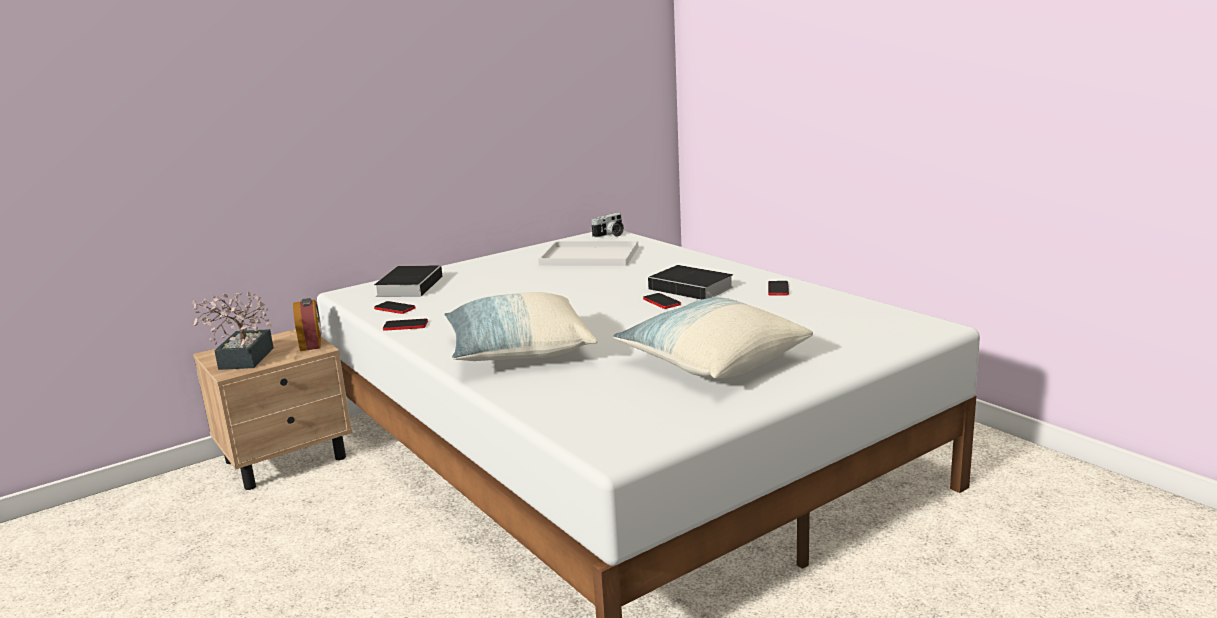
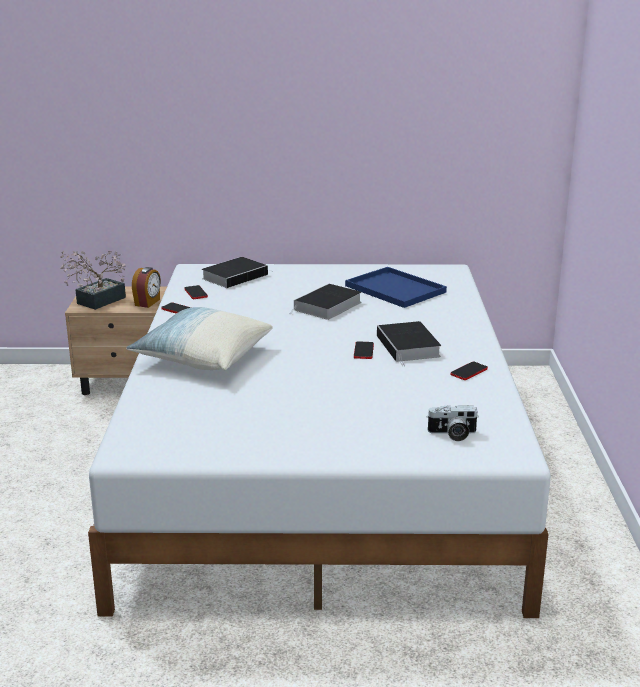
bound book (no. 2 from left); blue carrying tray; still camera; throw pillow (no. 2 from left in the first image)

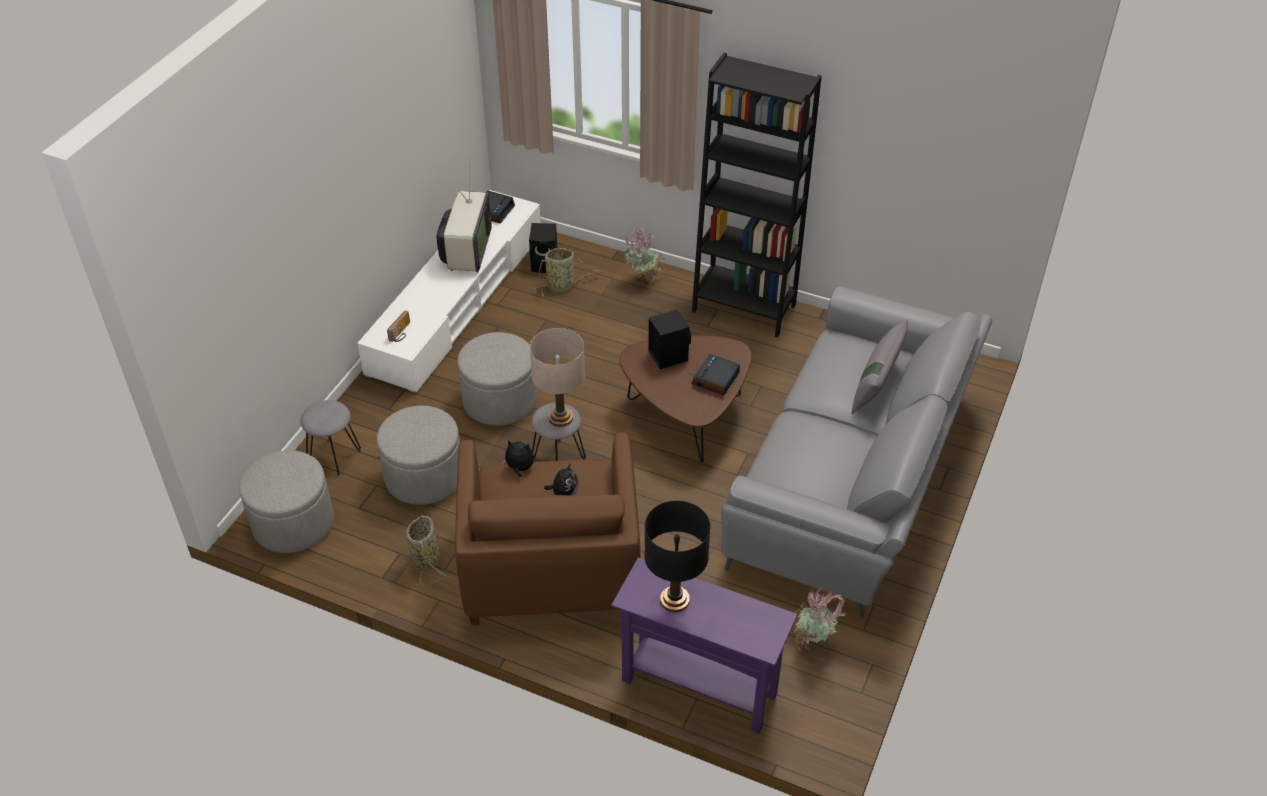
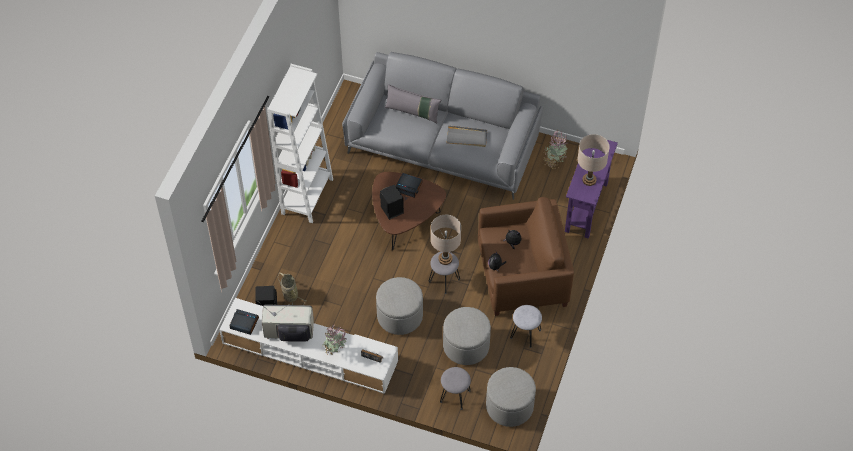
whitish bookshelf; potted plant (no. 1 from left); greyish carrying tray; greyish sitting stool (no. 3 from left); beige-coloured table lamp (no. 2 from left)

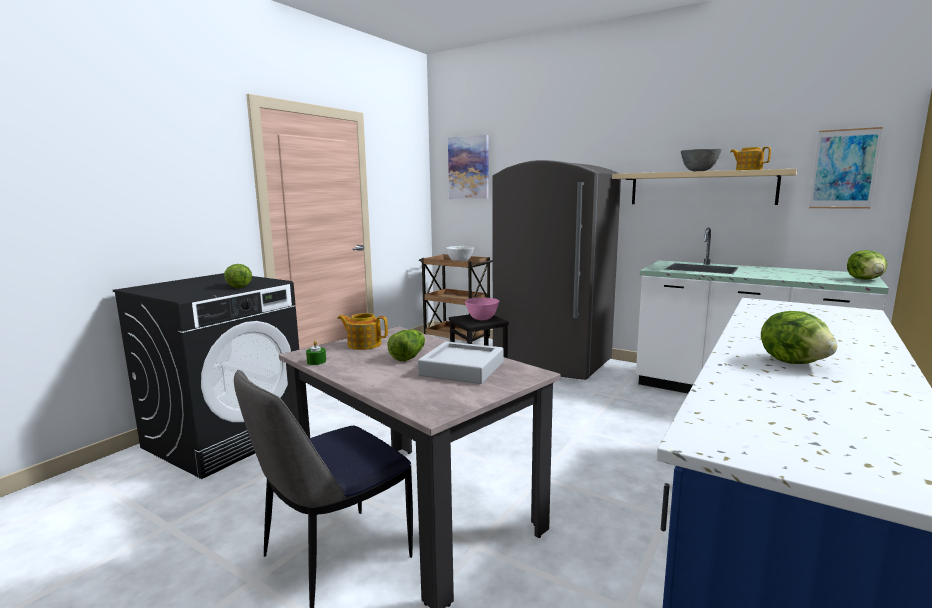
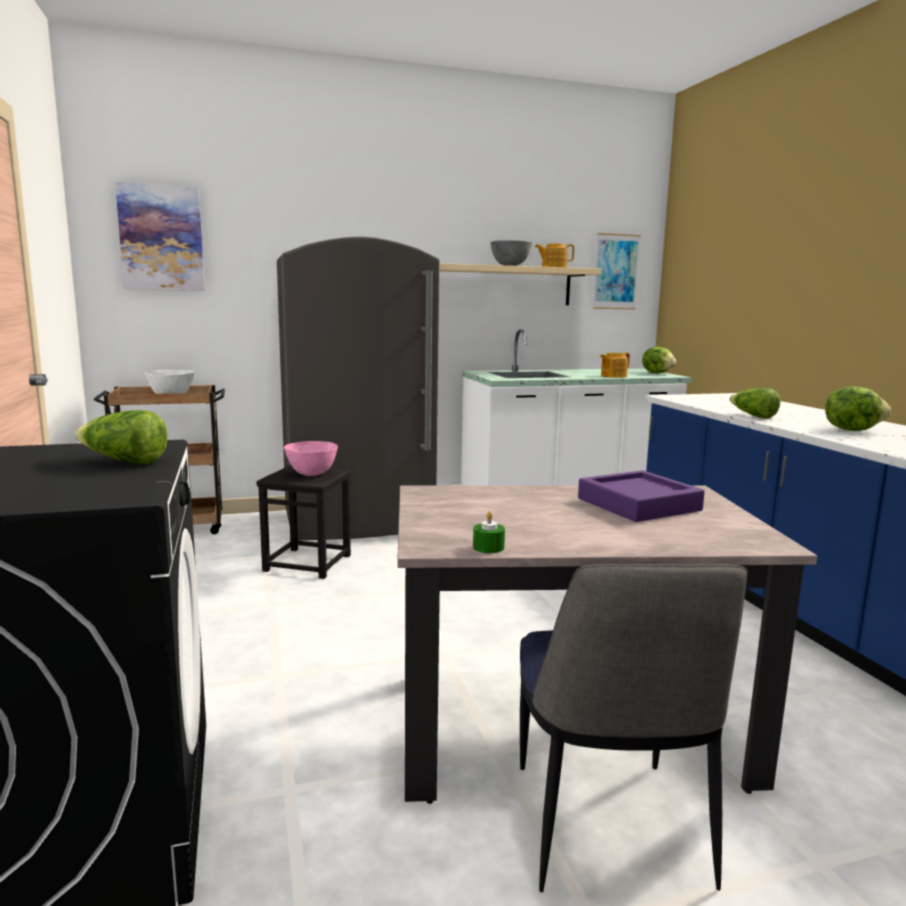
purple-coloured carrying tray; pot for tea (no. 2 from left); lettuce (no. 3 from left)

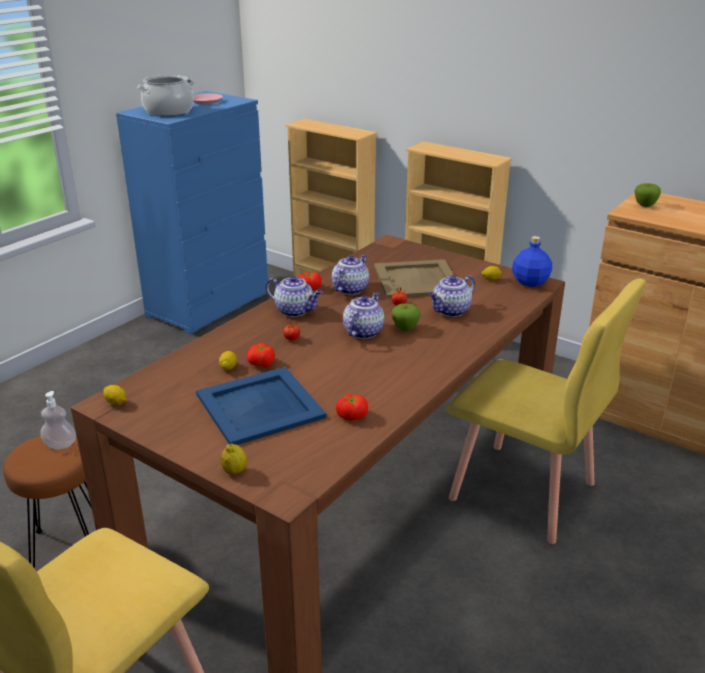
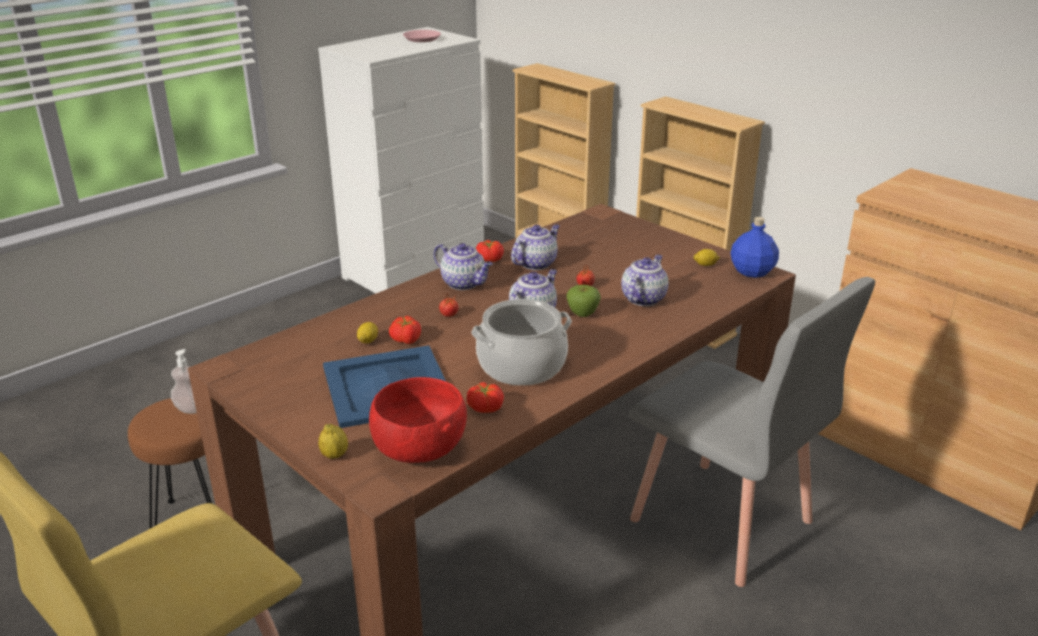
whitish dresser; red deep dish; saucepot; pot for tea (no. 4 from left); greyish plain chair; citrus fruit (no. 1 from left in the first image); beige-coloured carrying tray; whole apple (no. 2 from left in the first image)

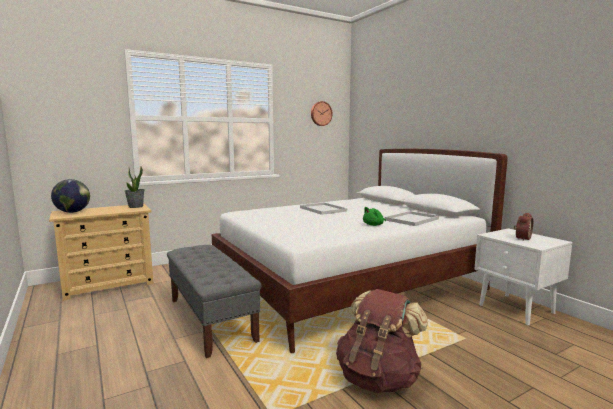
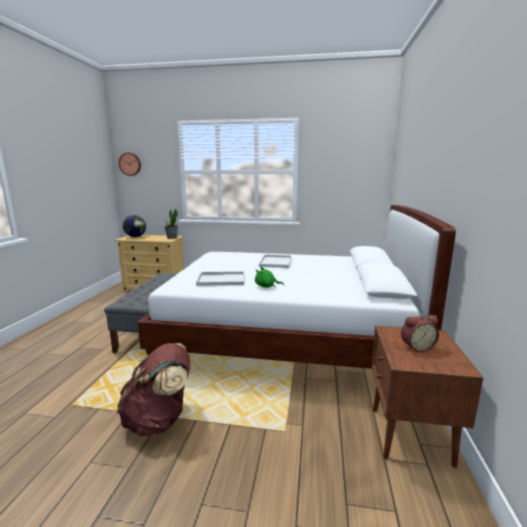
clock on the wall; whitish carrying tray (no. 1 from left); brown nightstand

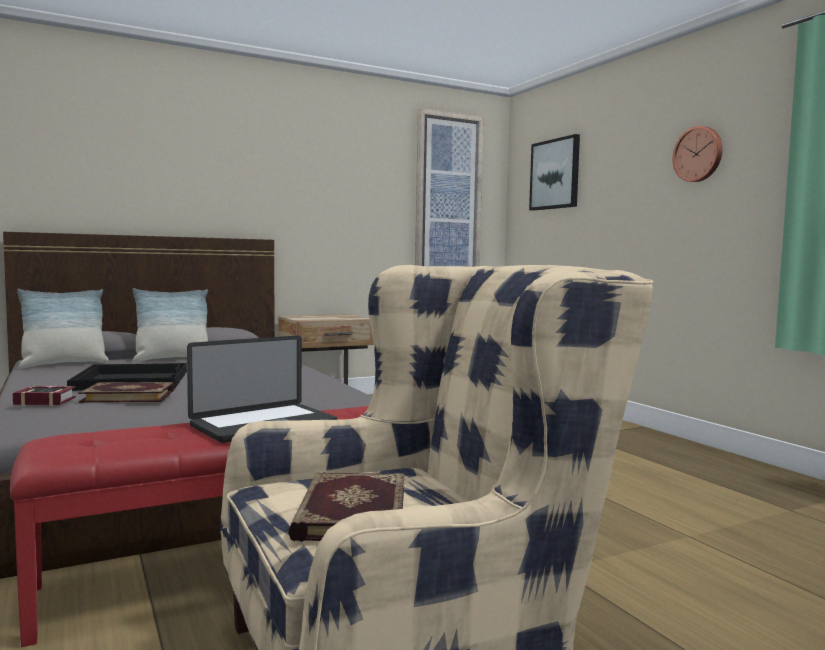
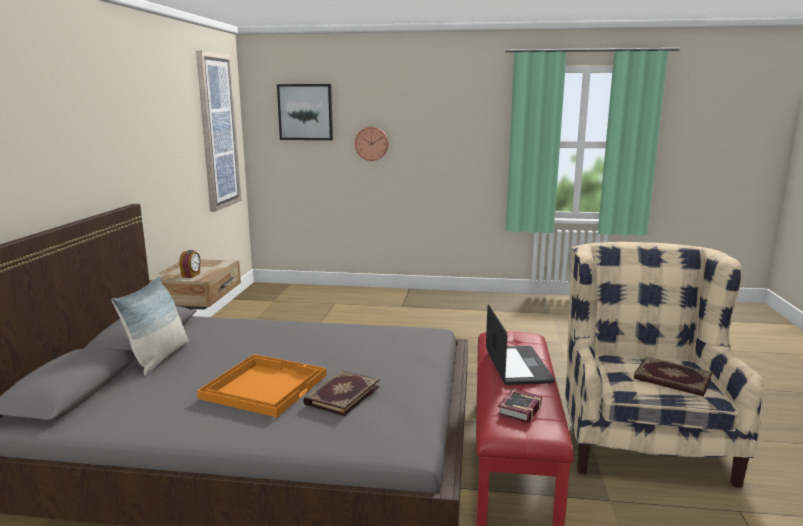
bedside clock; orange-coloured carrying tray; clock on the wall; bound book (no. 2 from left); throw pillow (no. 1 from left in the first image)

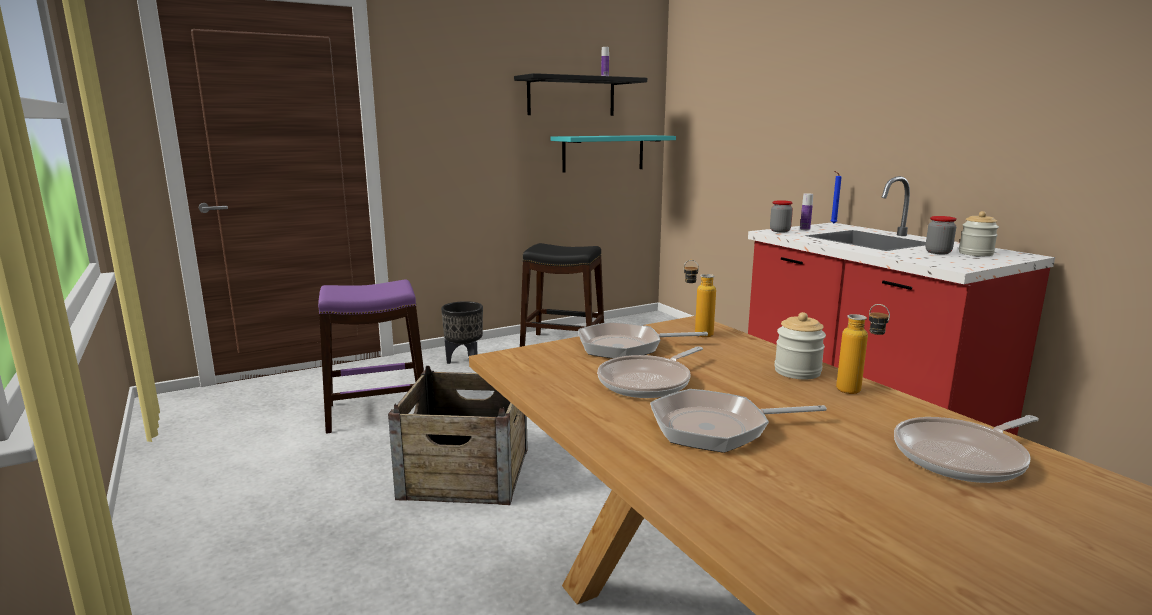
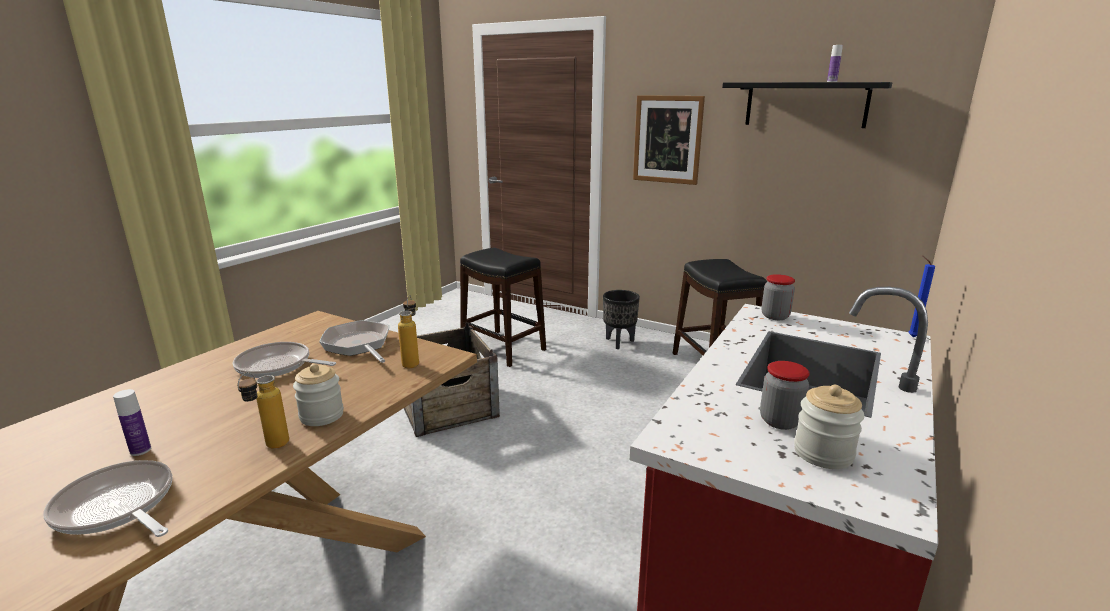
drink bottle (no. 1 from left); black-coloured sitting stool (no. 1 from left); wall picture; turquoise-coloured wall shelf; frying pan (no. 3 from left in the first image)

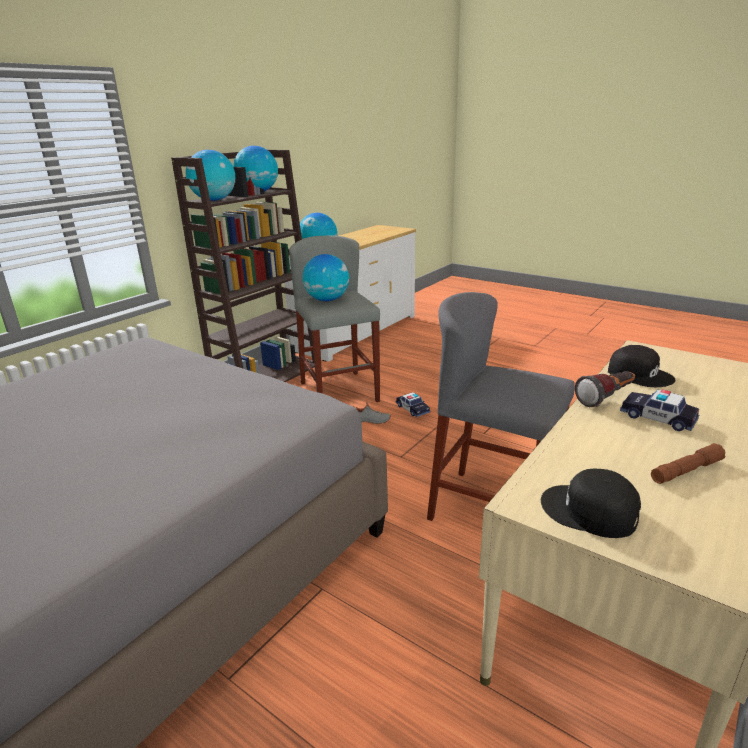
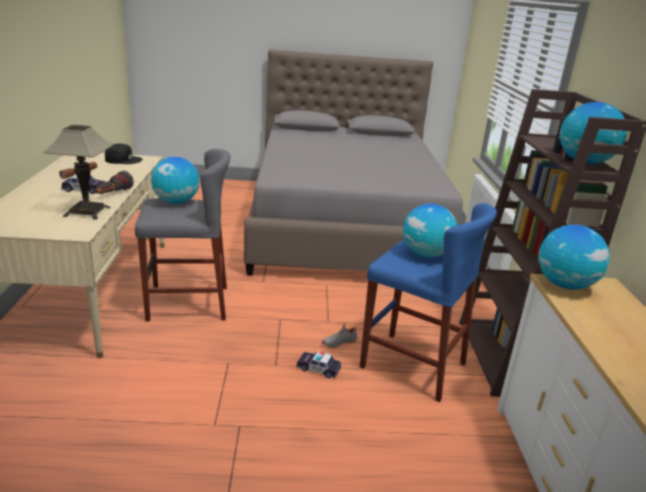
table lamp; desk globe (no. 1 from left); blue sitting stool

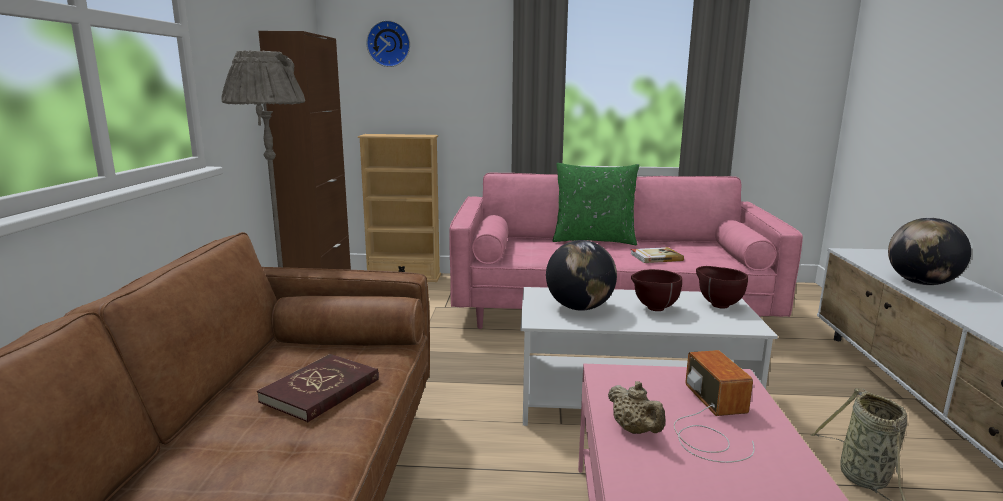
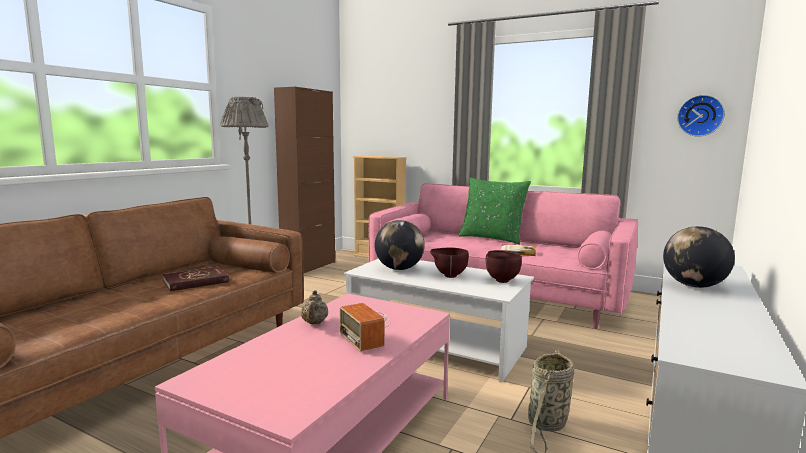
radio set; clock on the wall

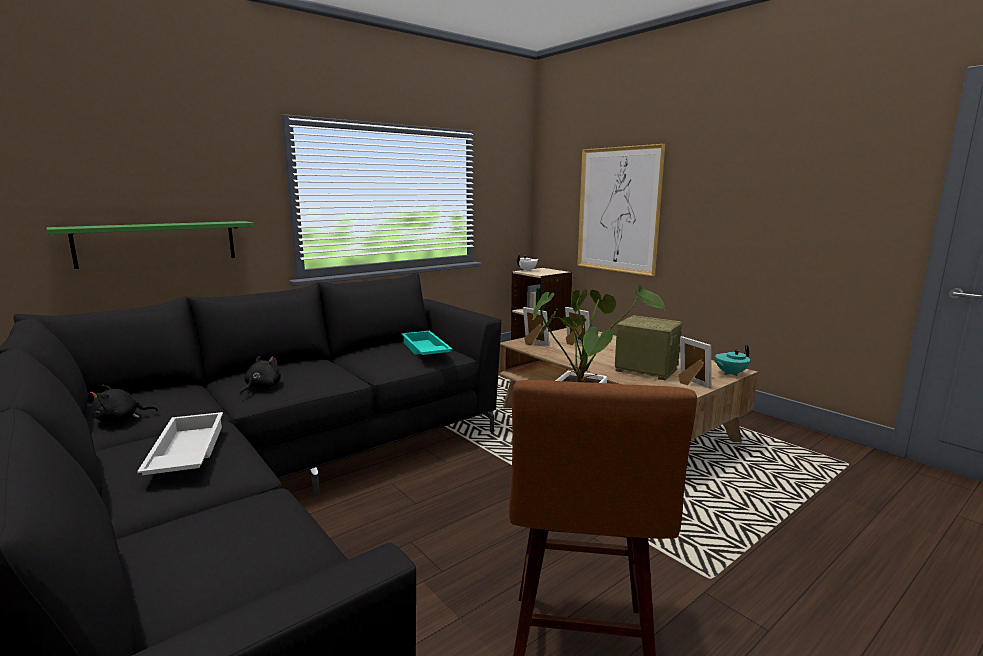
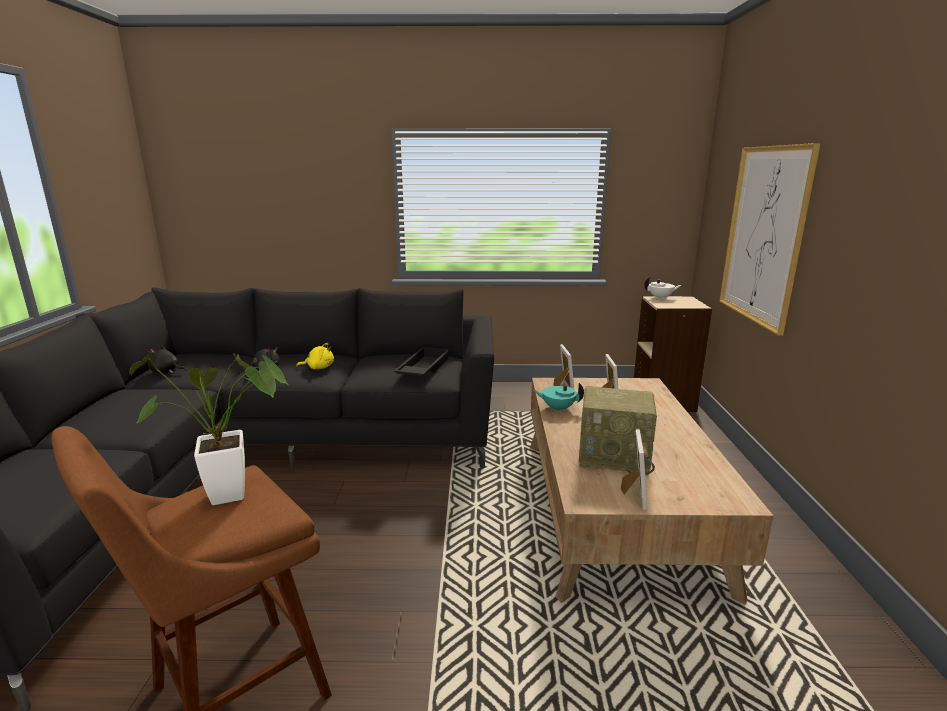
yellow soft toy; black-coloured carrying tray; turquoise-coloured pot for tea; radio set; green-coloured wall shelf; whitish carrying tray

